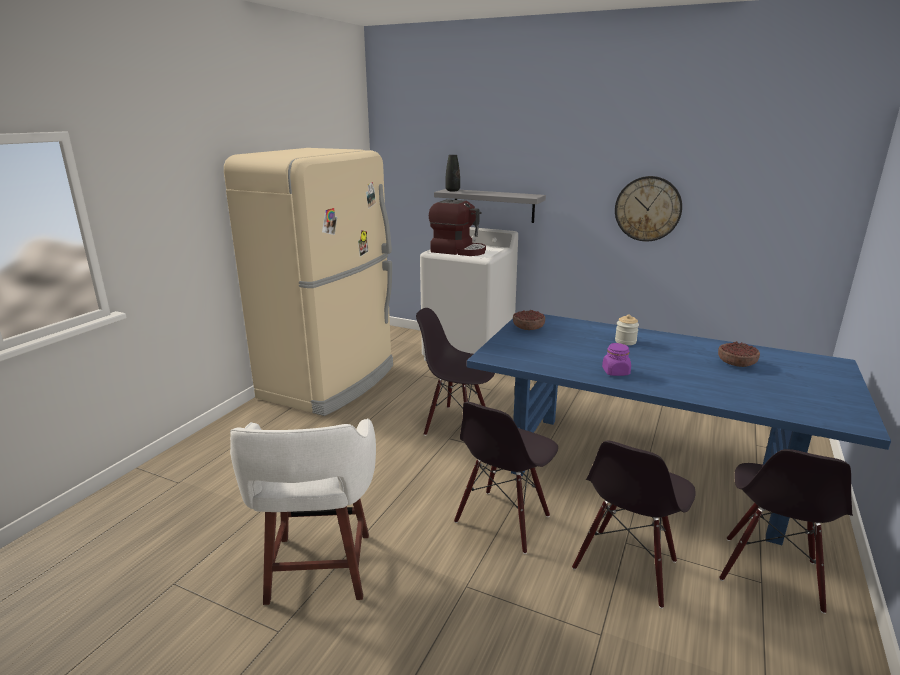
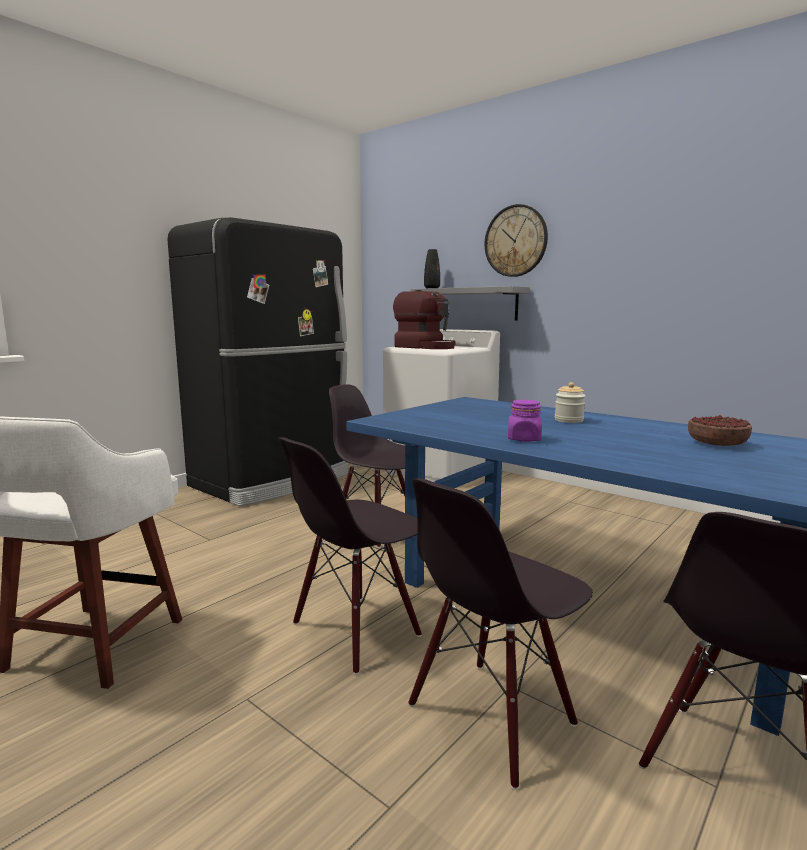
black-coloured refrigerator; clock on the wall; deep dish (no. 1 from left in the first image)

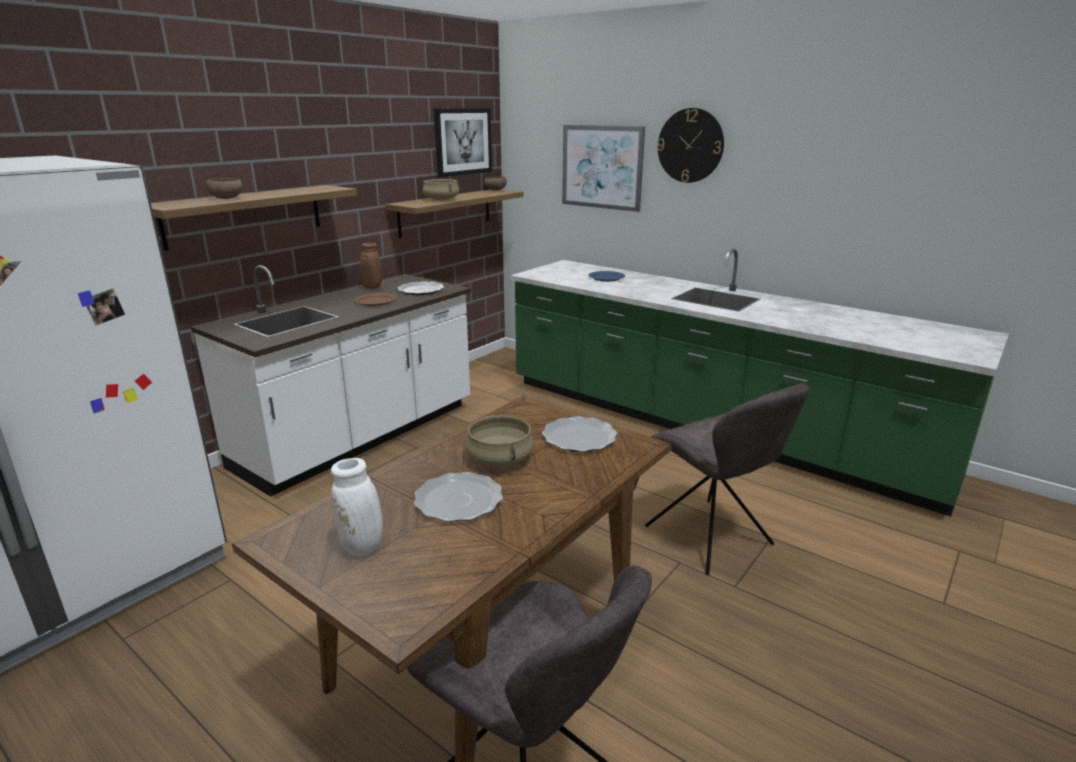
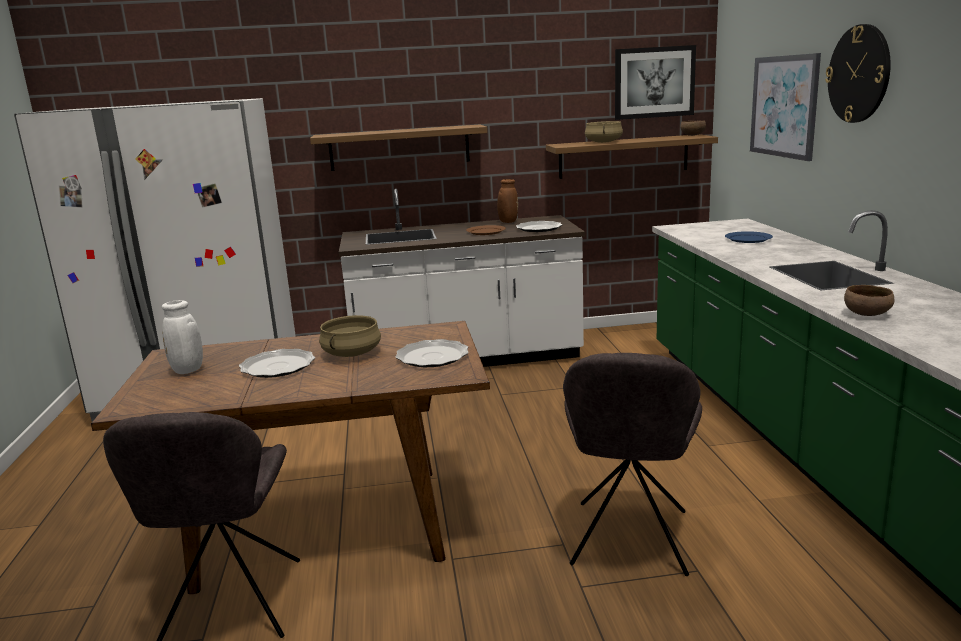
brown deep dish (no. 2 from left)

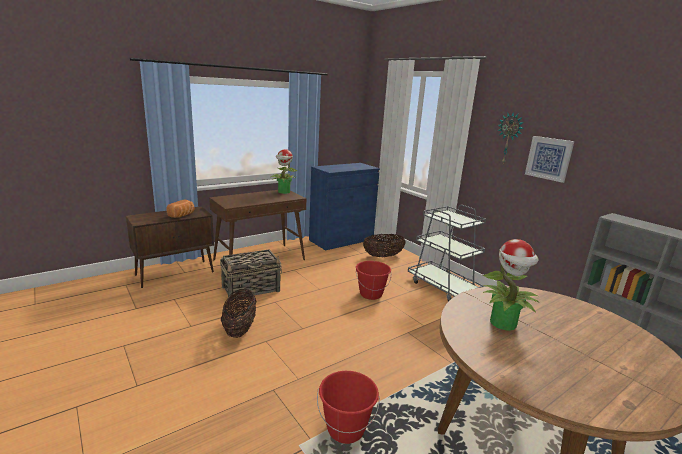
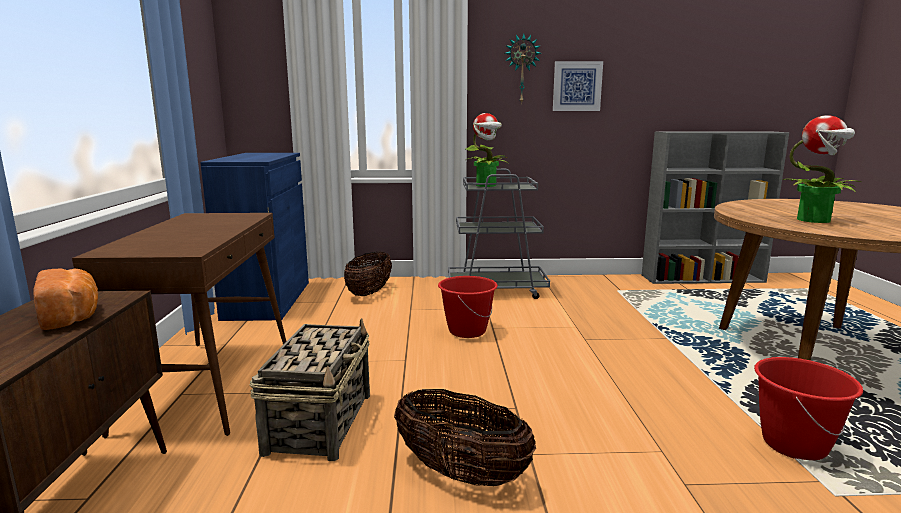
potted plant (no. 1 from left)

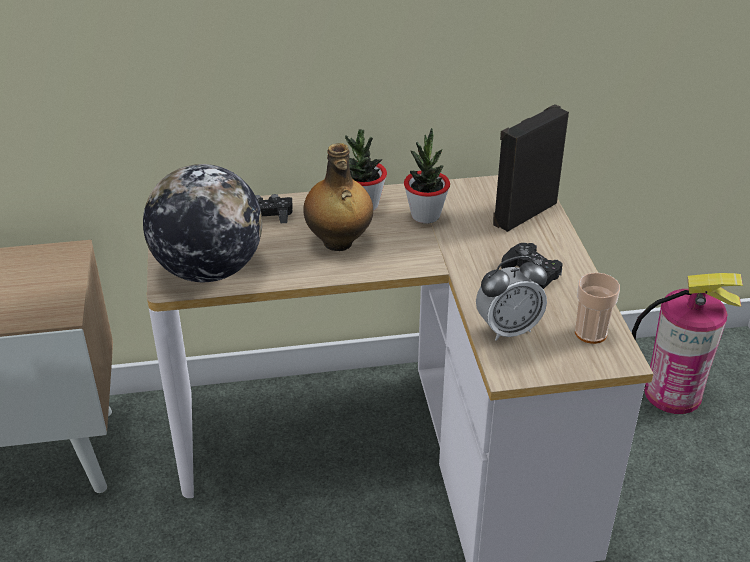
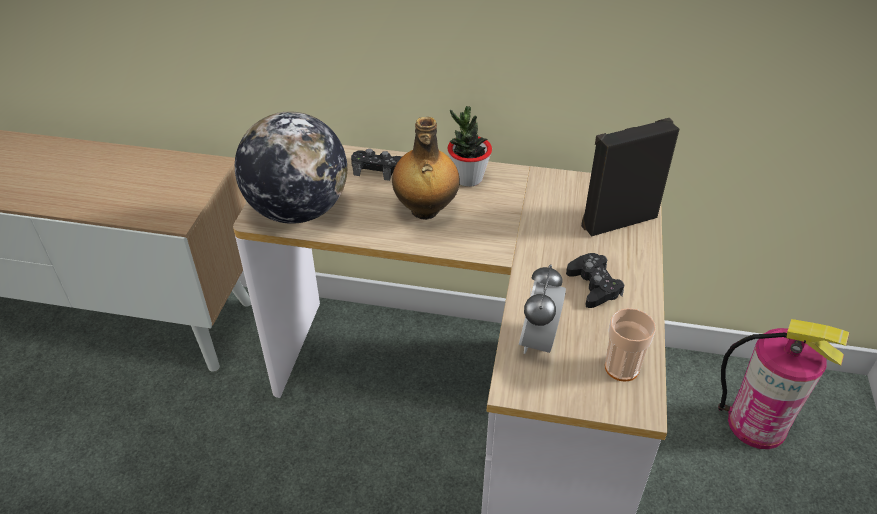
bedside clock; potted plant (no. 2 from left in the first image)

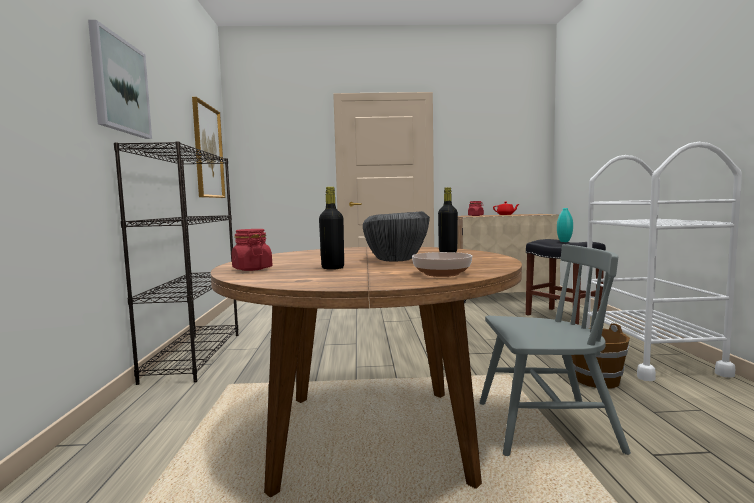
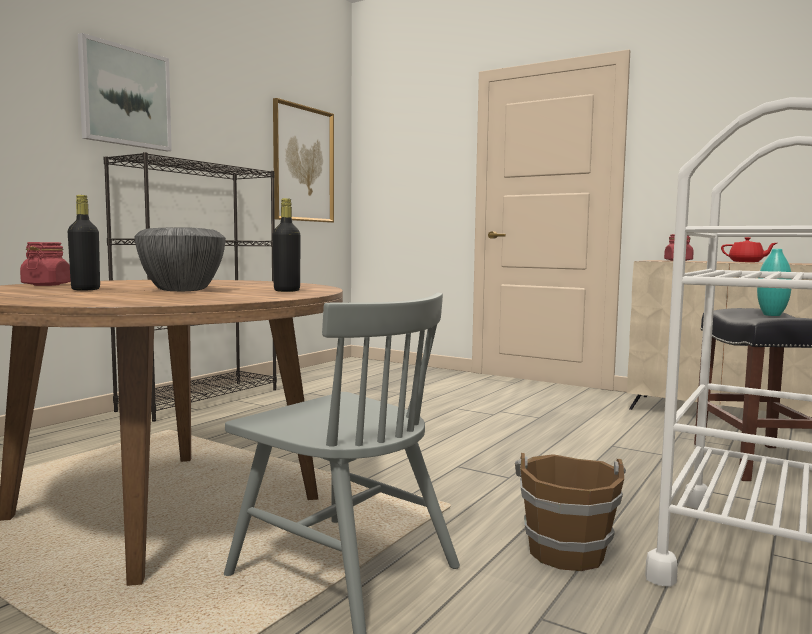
deep dish (no. 2 from left in the first image)

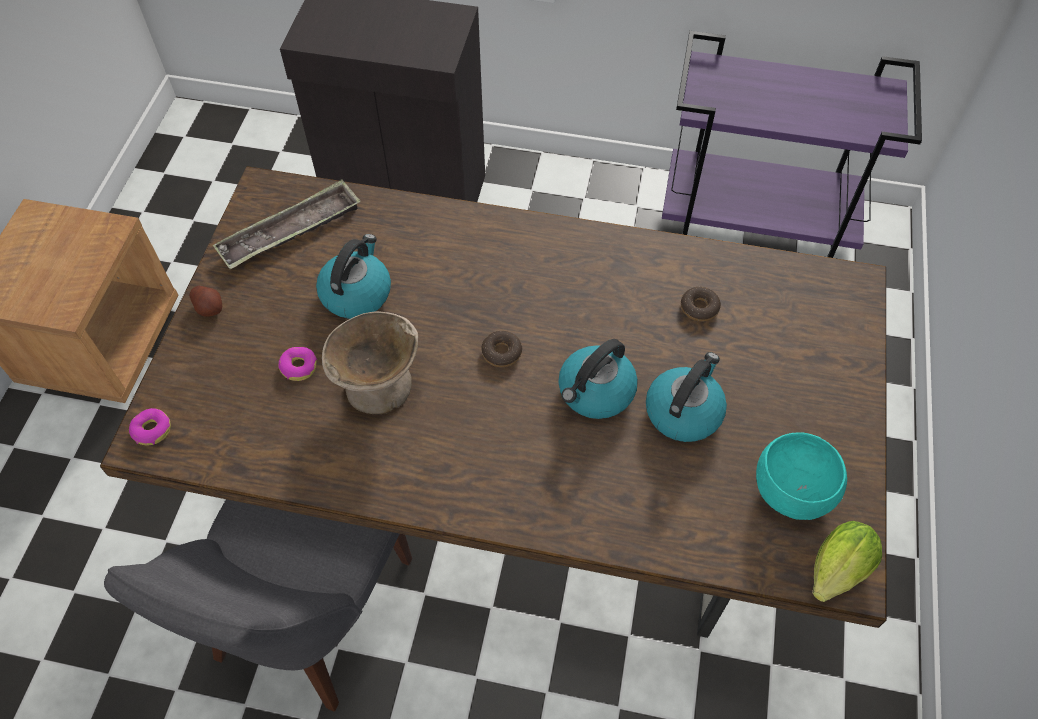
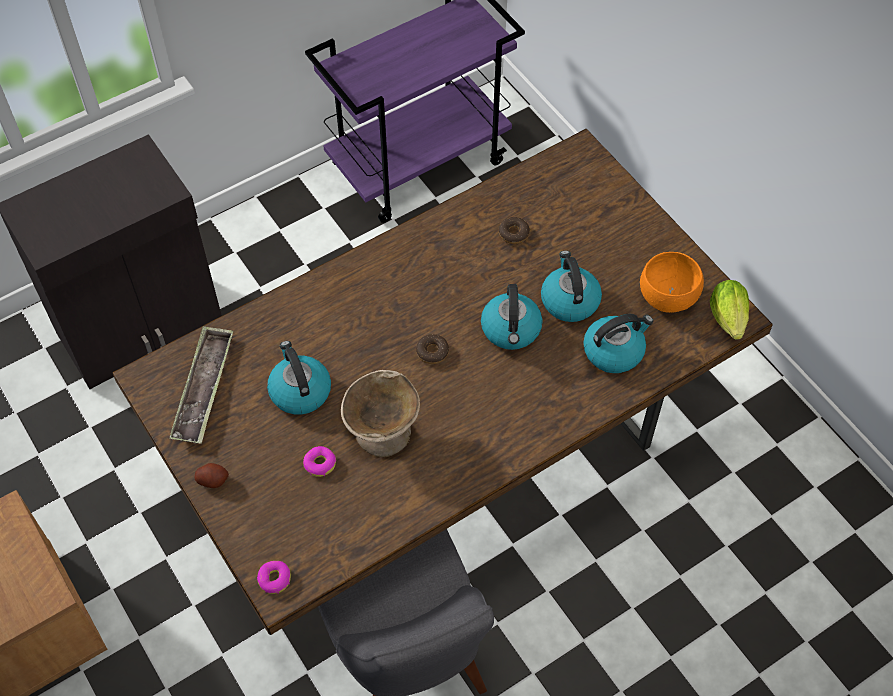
tea kettle (no. 4 from left); orange-coloured deep dish

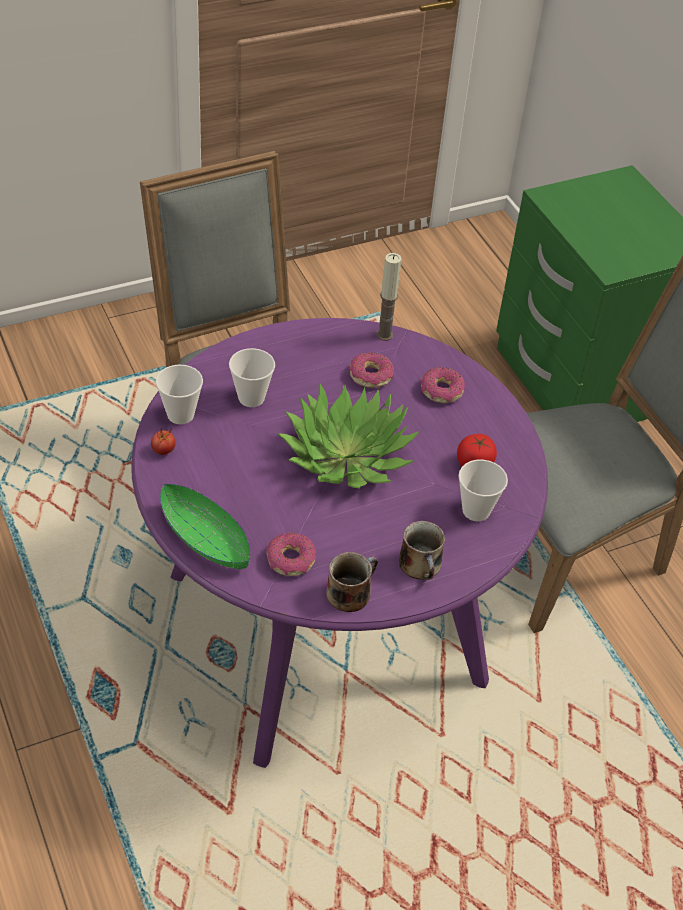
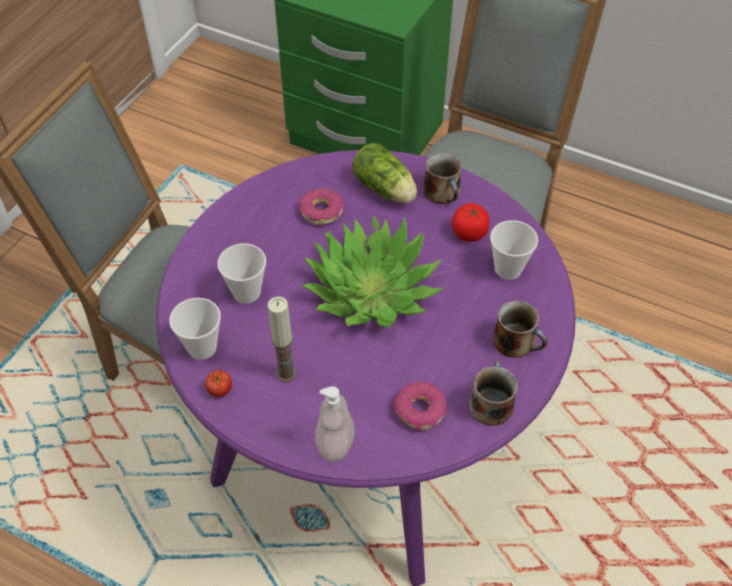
wax candle; soap dispenser; lettuce; mug (no. 1 from left)

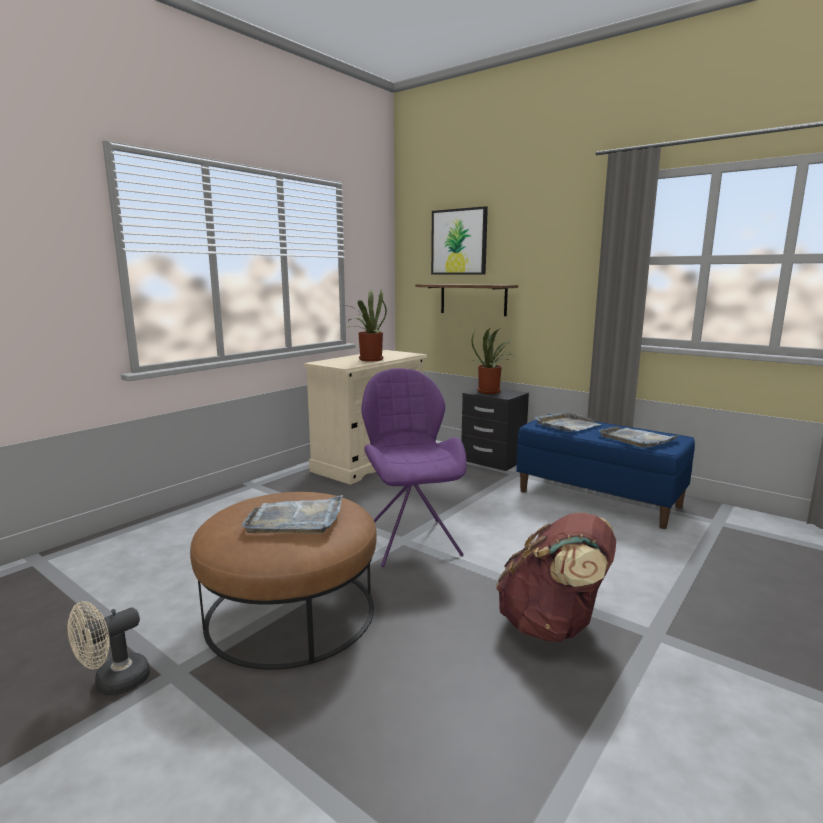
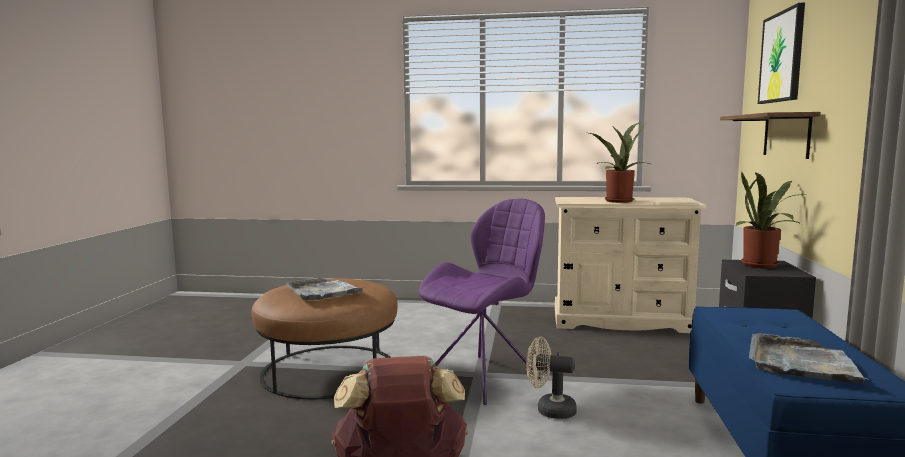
beige-coloured electric fan; greyish carrying tray (no. 2 from left in the first image)

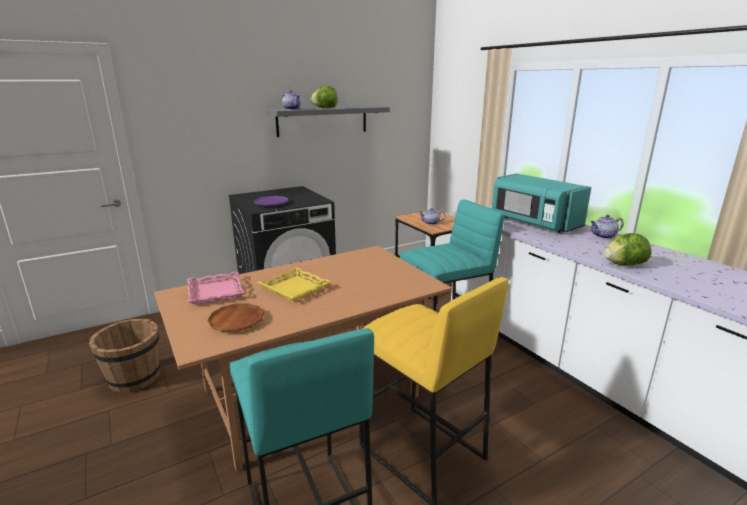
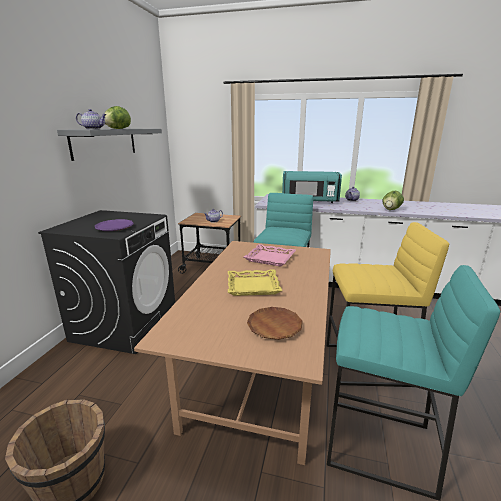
pink-coloured carrying tray

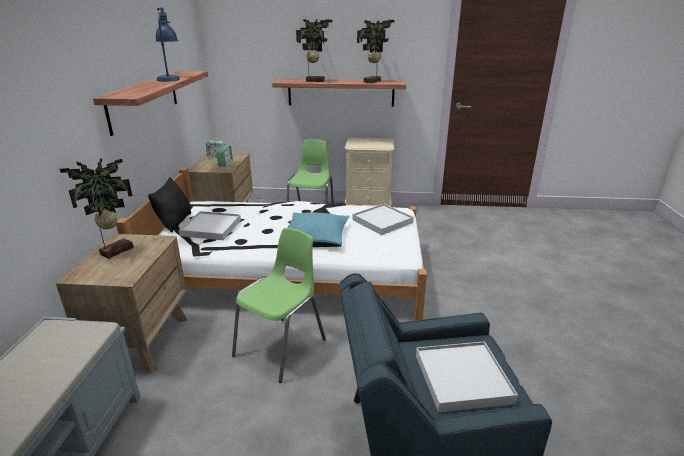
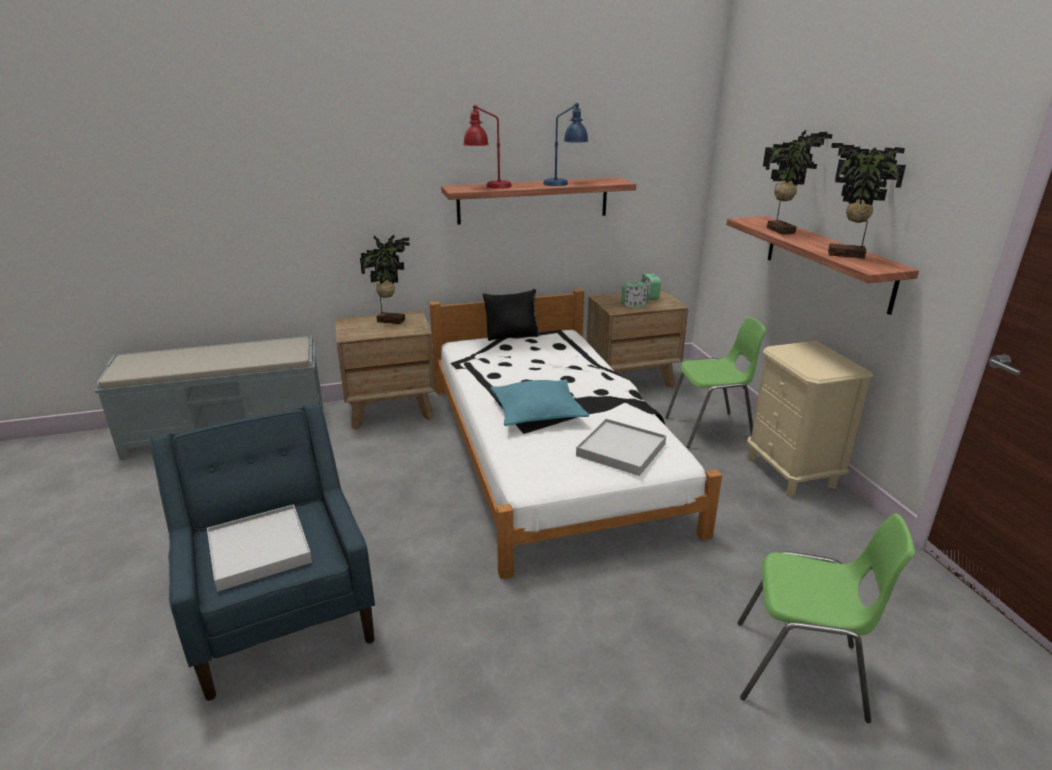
red table lamp; green-coloured plain chair (no. 2 from left); whitish carrying tray (no. 1 from left in the first image)

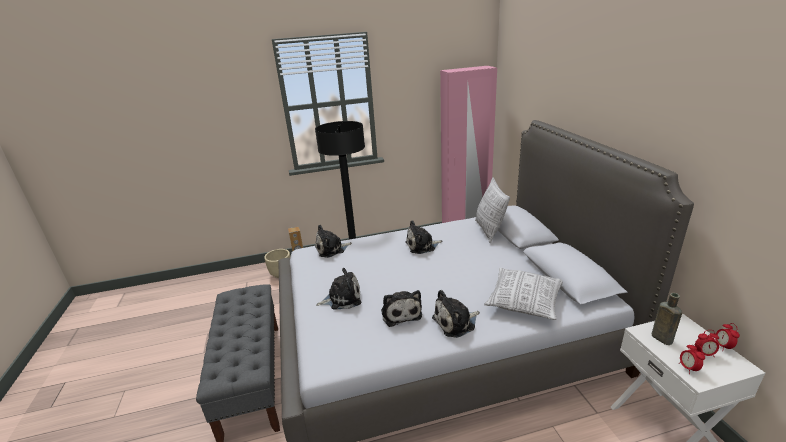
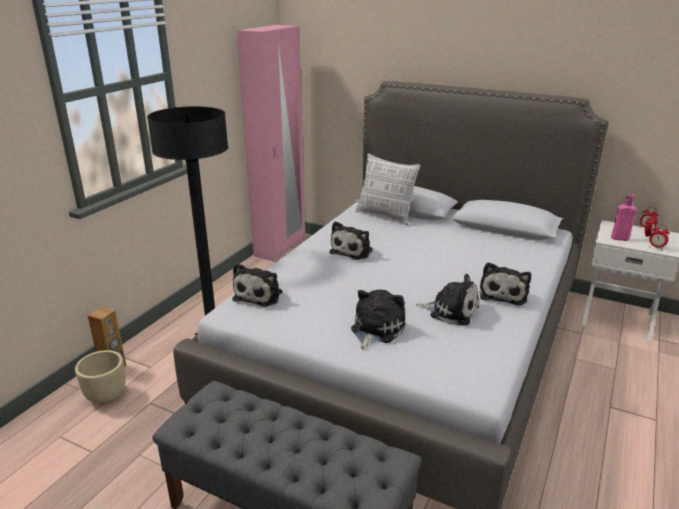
pink-coloured drink bottle; throw pillow (no. 2 from left in the first image)

